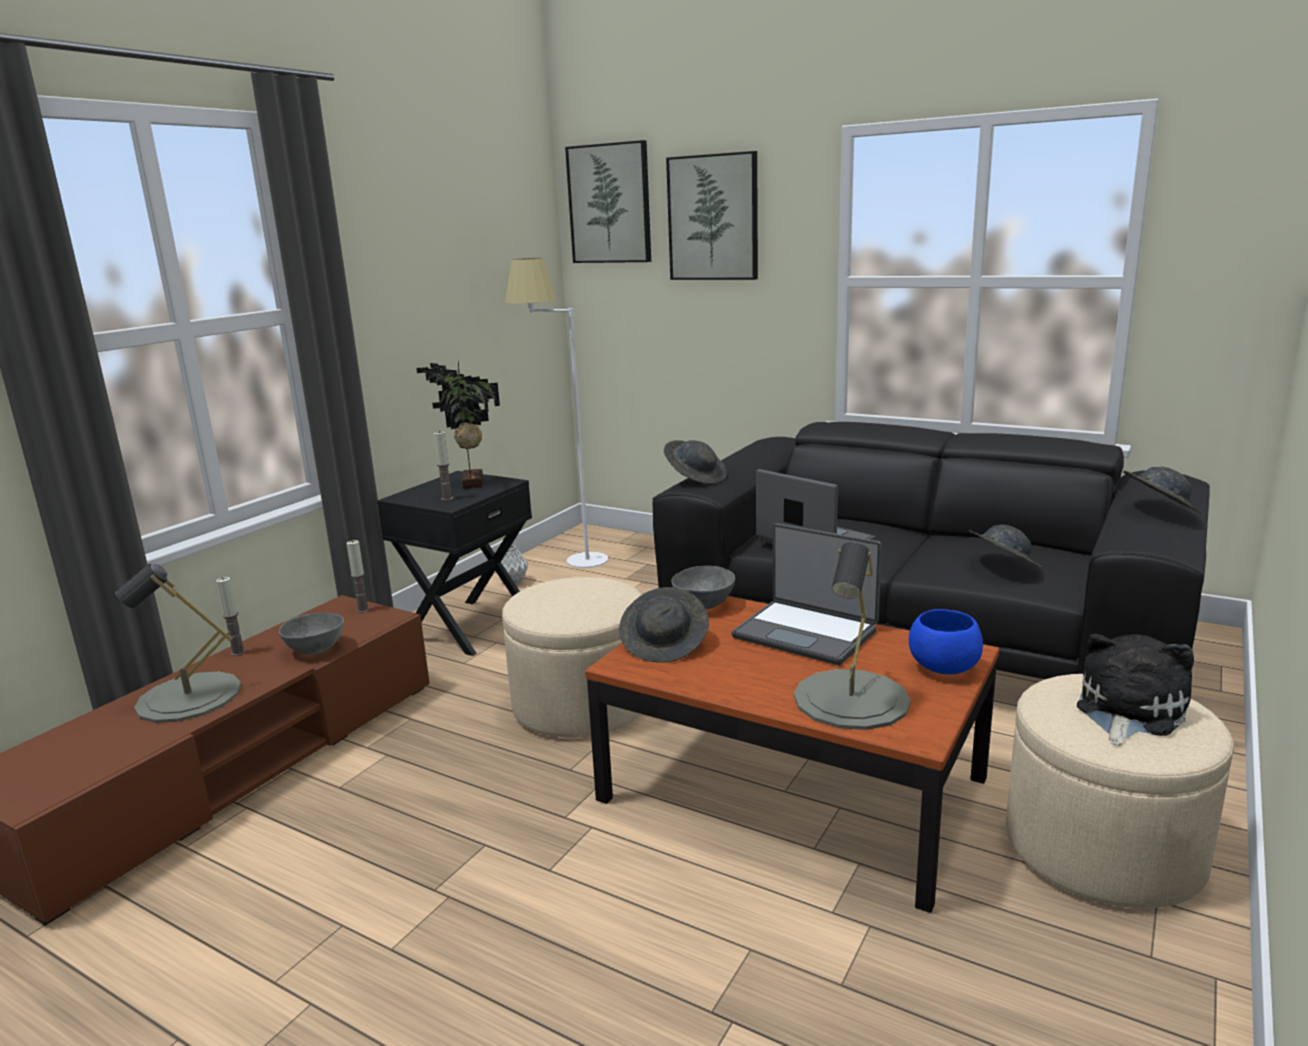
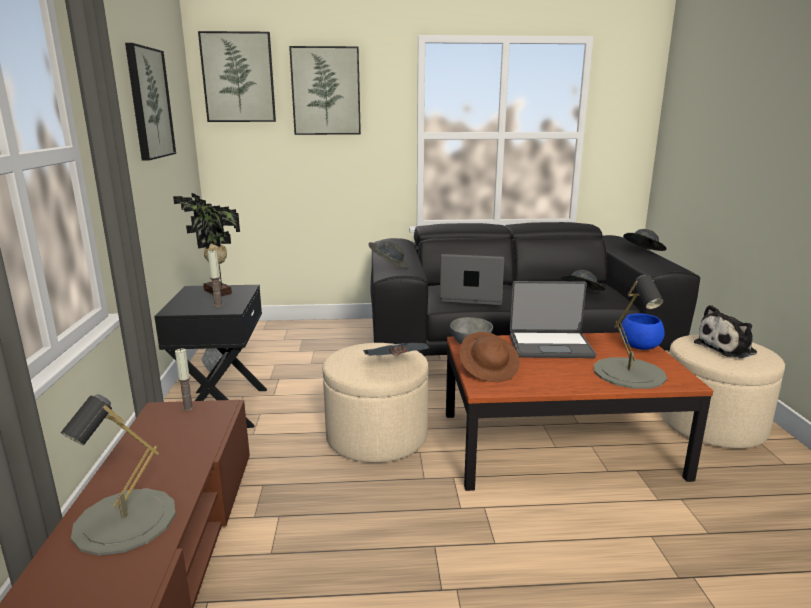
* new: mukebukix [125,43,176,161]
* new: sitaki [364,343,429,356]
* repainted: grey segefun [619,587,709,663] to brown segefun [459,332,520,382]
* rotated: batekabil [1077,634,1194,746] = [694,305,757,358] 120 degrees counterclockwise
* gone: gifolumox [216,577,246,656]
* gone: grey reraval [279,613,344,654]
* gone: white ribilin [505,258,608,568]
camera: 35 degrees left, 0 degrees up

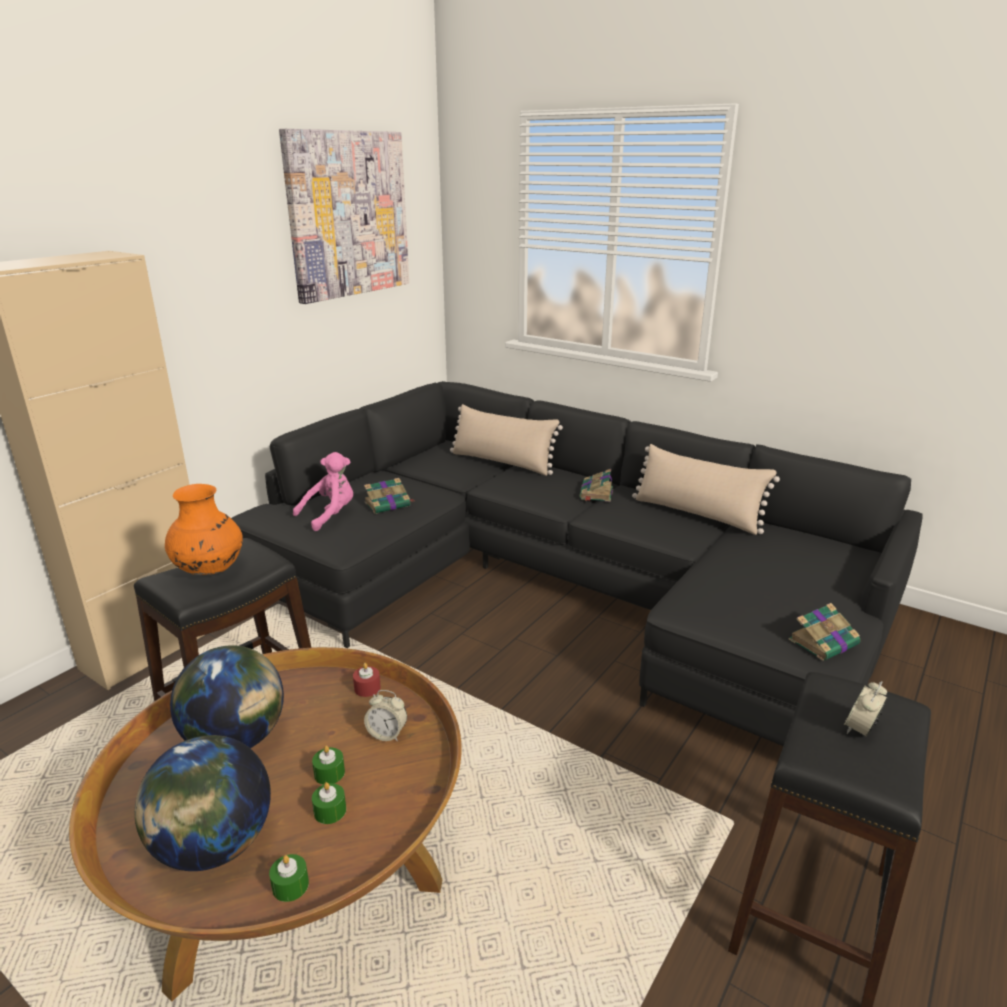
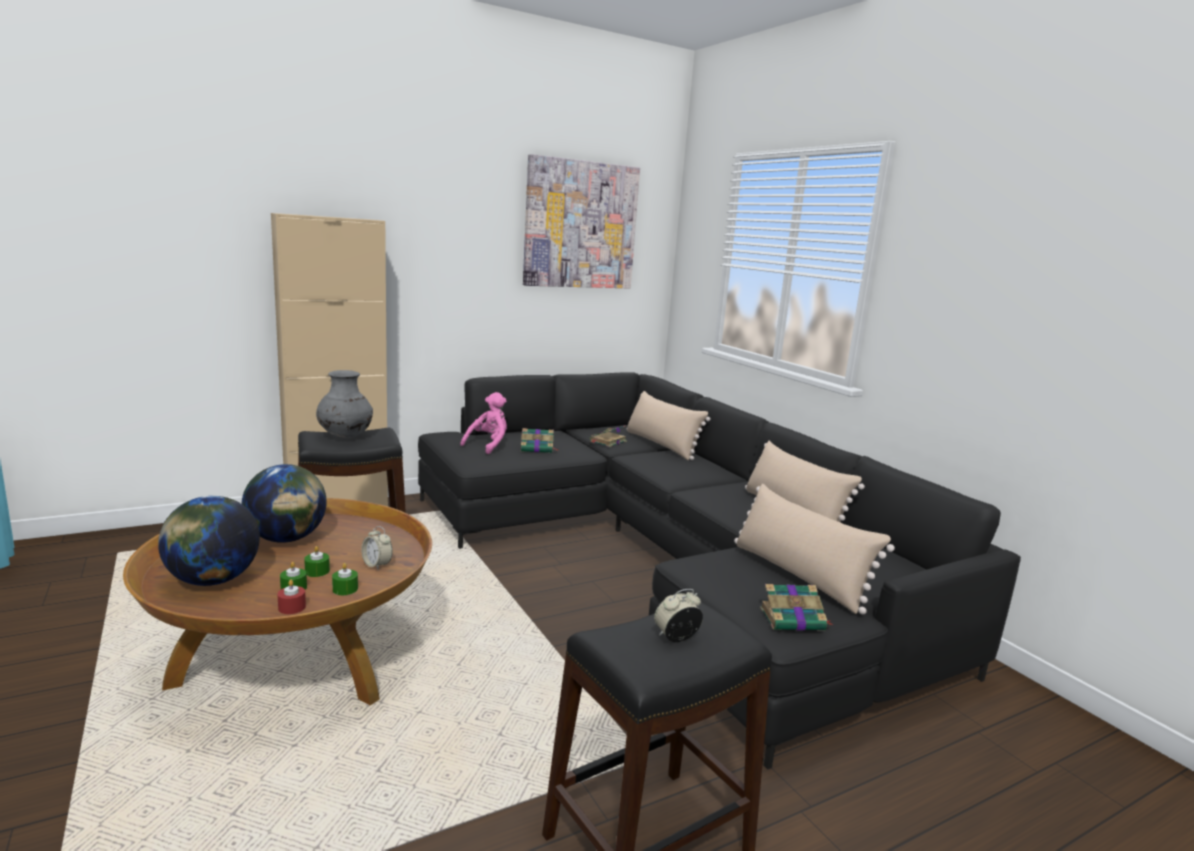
* shifted: red gifolumox [353,663,381,697] to [277,580,306,614]
* repainted: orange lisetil [165,484,243,575] to grey lisetil [316,370,373,438]
* shifted: green gifolumox [269,854,309,902] to [332,563,358,595]
* rotated: pink batekabil [293,452,353,531] = [460,392,507,454] 45 degrees counterclockwise
* shifted: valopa [580,469,613,502] to [590,425,627,447]
* new: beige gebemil [734,484,895,614]
camera: 25 degrees right, 10 degrees down

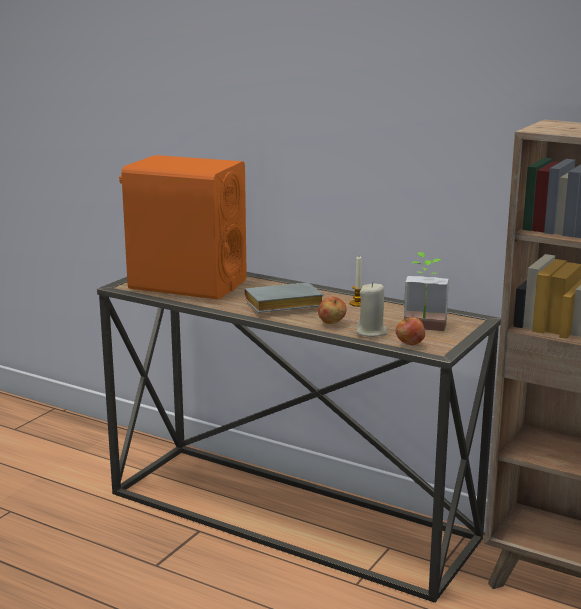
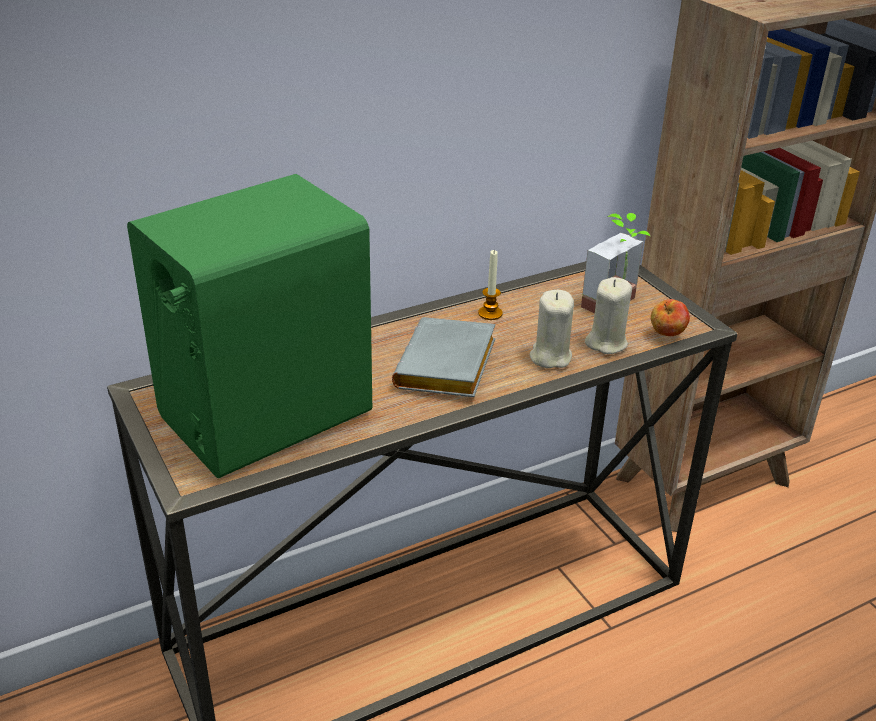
* repainted: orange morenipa [119,155,247,300] to green morenipa [127,174,372,478]
* swapped: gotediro [318,296,347,324] to beige gifolumox [530,290,574,368]
camera: 60 degrees left, 15 degrees up

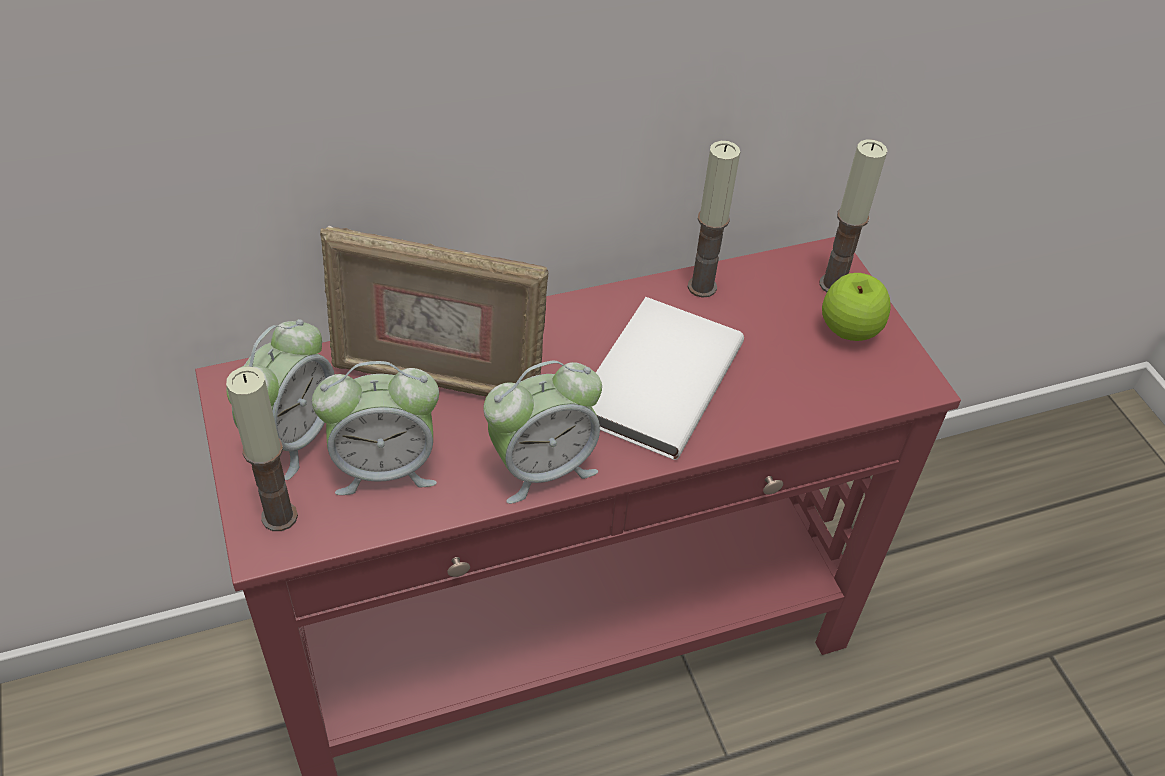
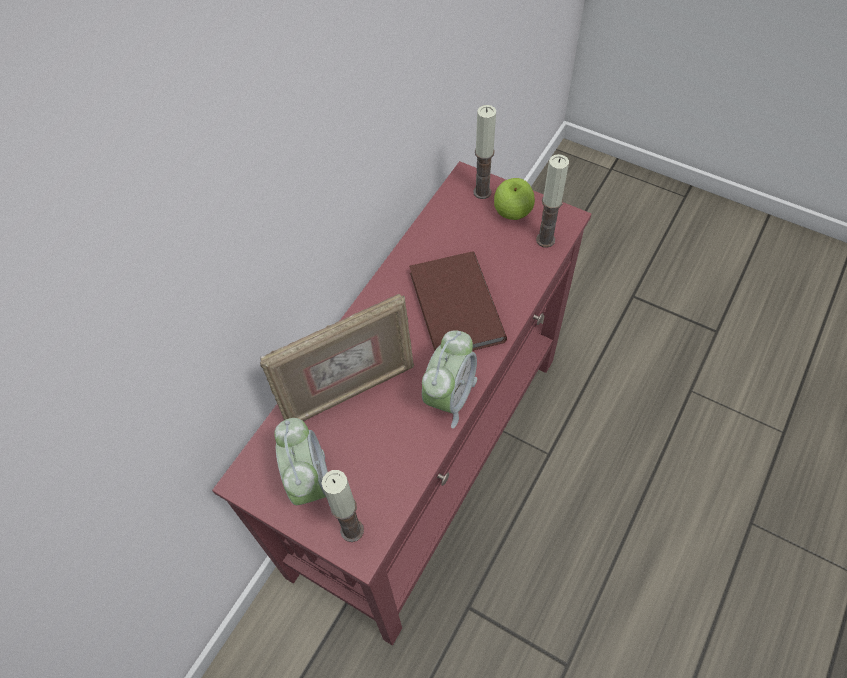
* repainted: white valopa [591,297,744,460] to brown valopa [409,251,507,351]
* shifted: gifolumox [688,141,740,298] to [536,154,569,247]
* gone: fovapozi [312,361,439,495]
camera: 35 degrees left, 10 degrees up

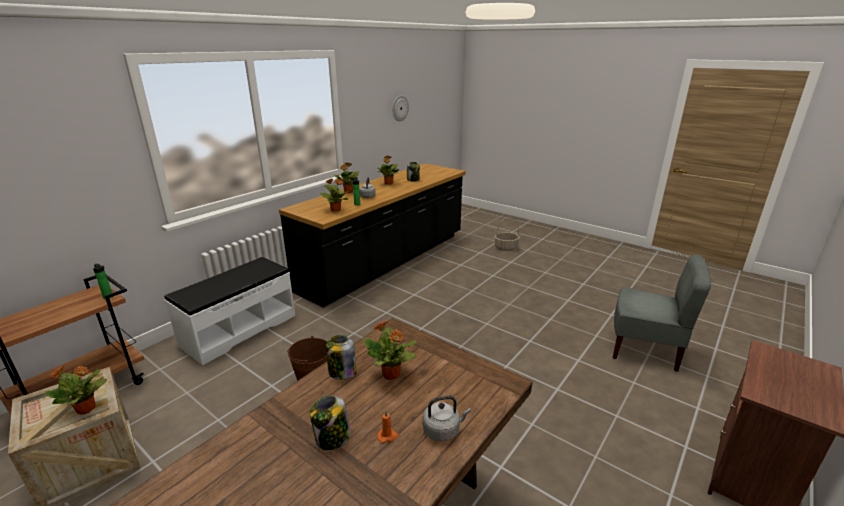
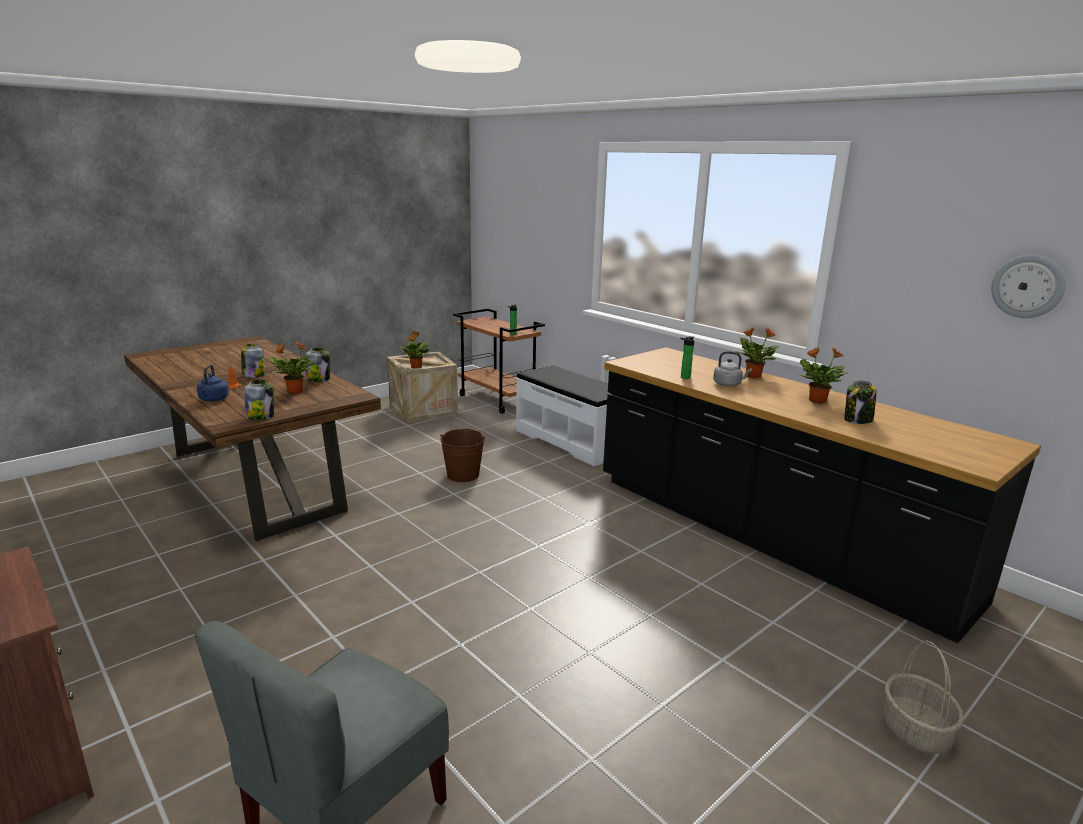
* repainted: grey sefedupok [423,396,471,442] to blue sefedupok [197,365,229,401]
* new: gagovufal [244,379,274,420]
* gone: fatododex [320,178,348,212]
camera: 100 degrees right, 5 degrees down

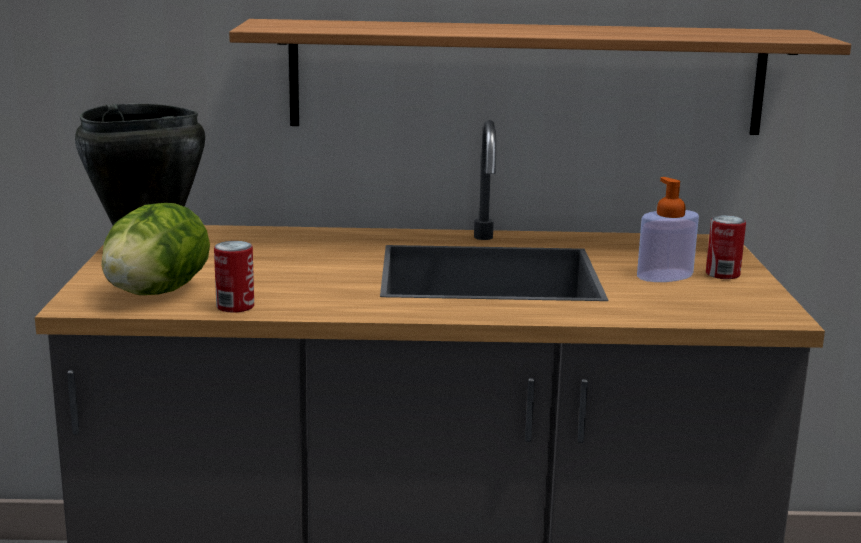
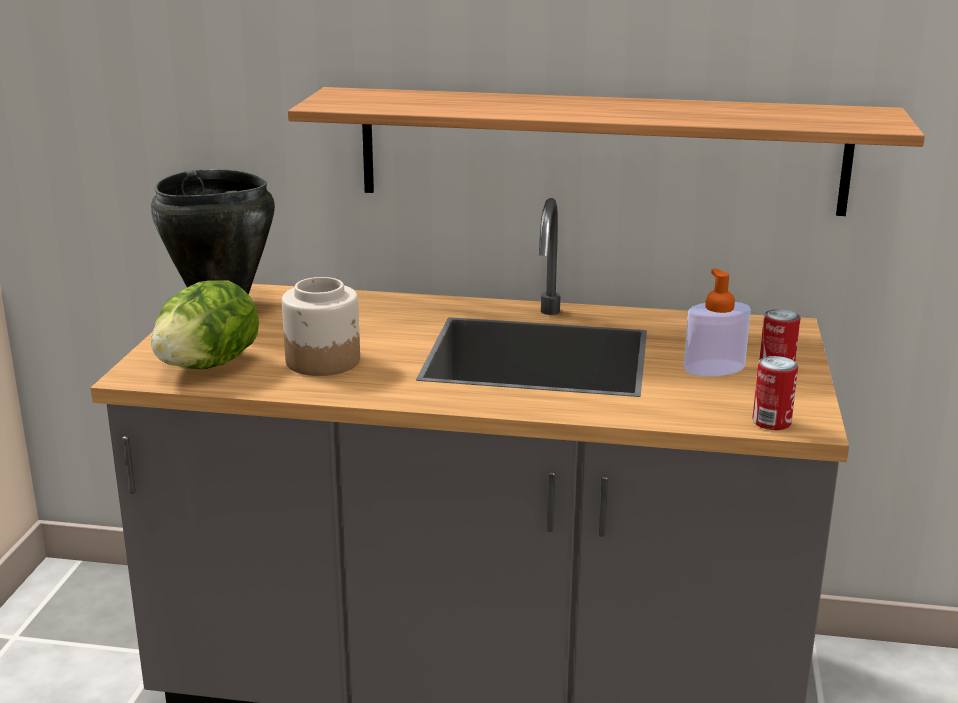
* new: gagovufal [282,277,360,376]
* shifted: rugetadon [214,241,254,313] to [752,356,798,430]
camera: 10 degrees right, 5 degrees up

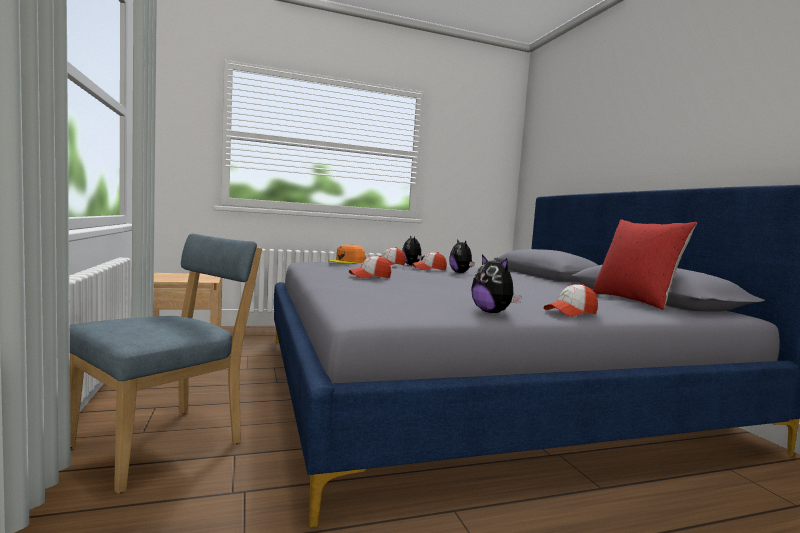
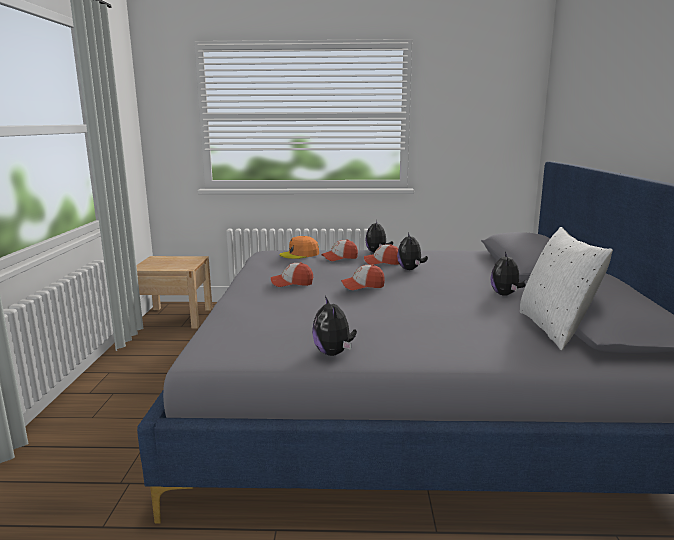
* shifted: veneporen [544,284,598,317] to [341,264,385,290]
* new: batekabil [490,252,526,296]
* repainted: red gebemil [593,219,697,310] to white gebemil [520,227,613,350]
* gone: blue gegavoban [70,234,262,494]
camera: 20 degrees right, 10 degrees up

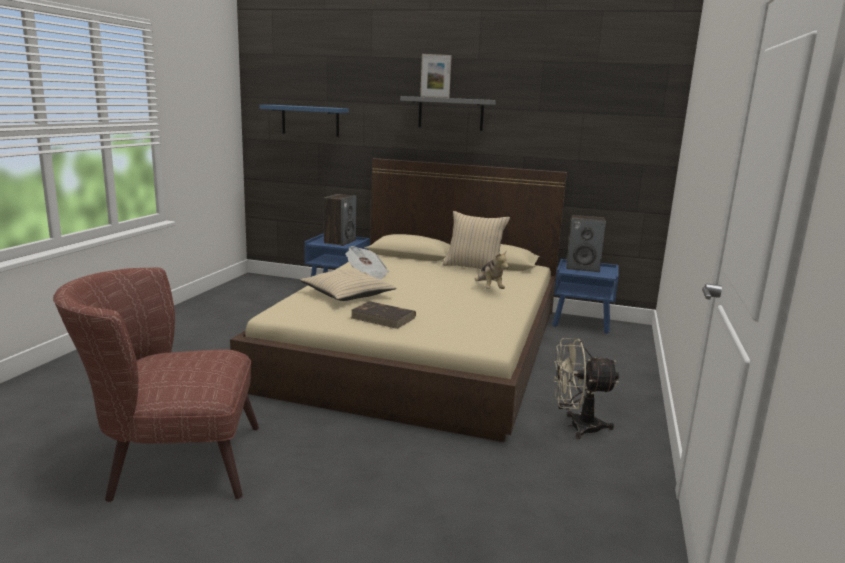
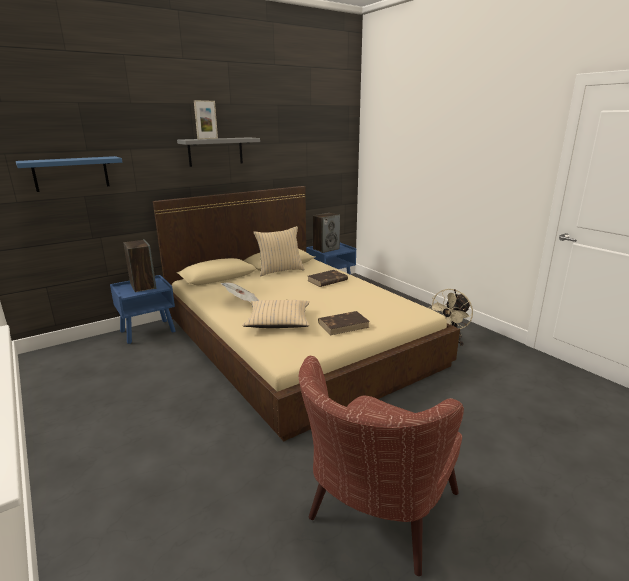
* swapped: batekabil [475,250,509,289] to brown valopa [308,270,348,287]
camera: 50 degrees left, 5 degrees up

